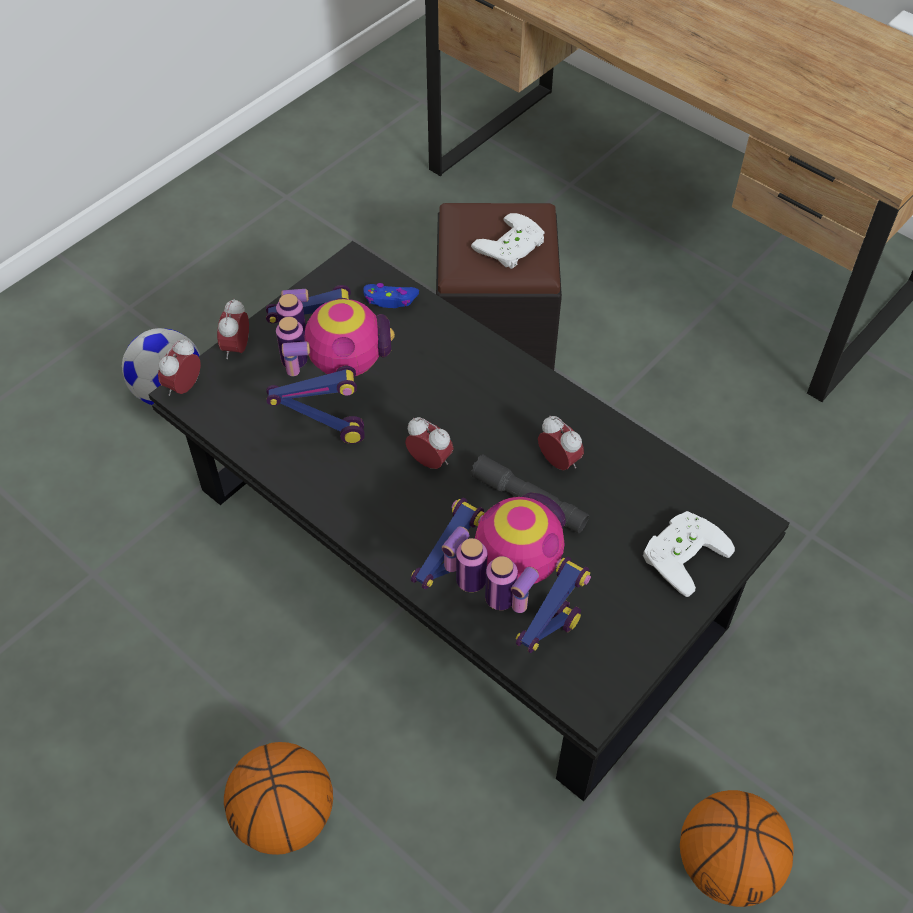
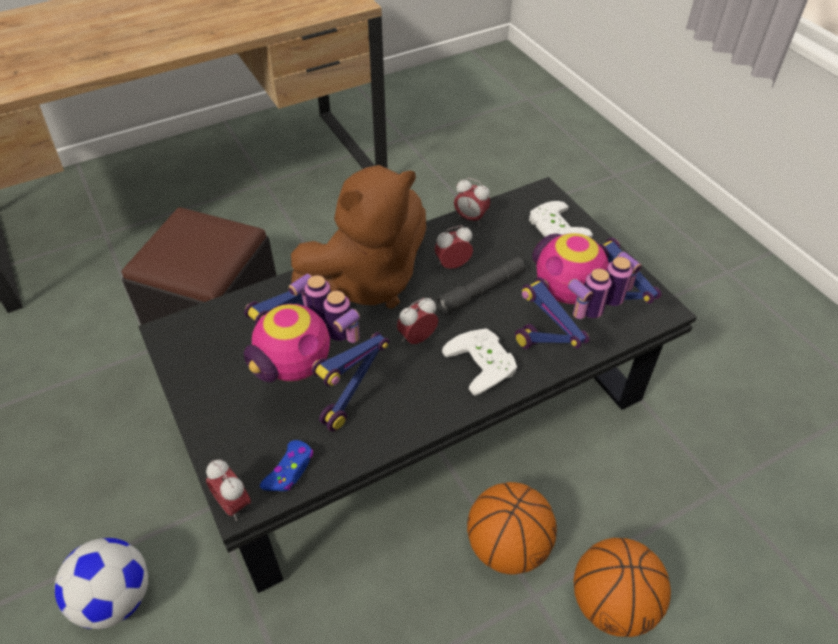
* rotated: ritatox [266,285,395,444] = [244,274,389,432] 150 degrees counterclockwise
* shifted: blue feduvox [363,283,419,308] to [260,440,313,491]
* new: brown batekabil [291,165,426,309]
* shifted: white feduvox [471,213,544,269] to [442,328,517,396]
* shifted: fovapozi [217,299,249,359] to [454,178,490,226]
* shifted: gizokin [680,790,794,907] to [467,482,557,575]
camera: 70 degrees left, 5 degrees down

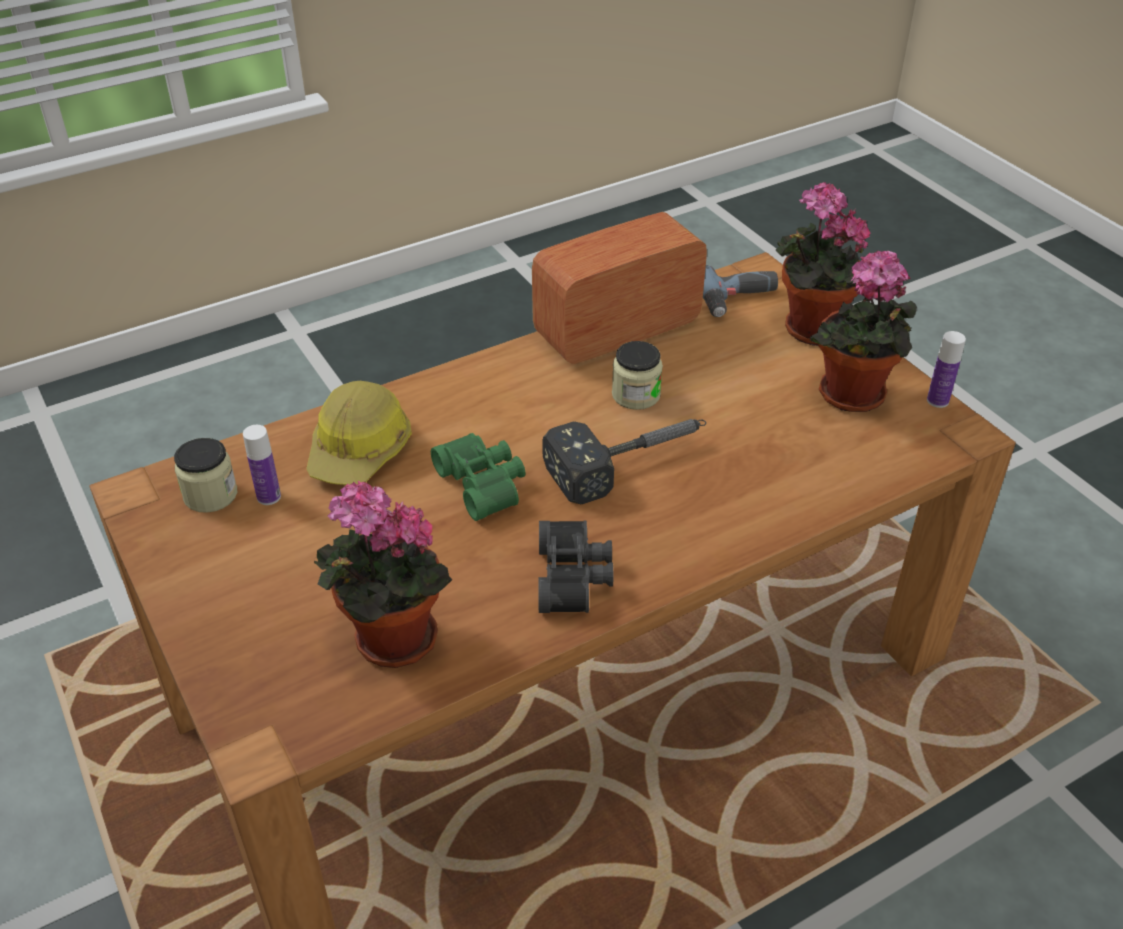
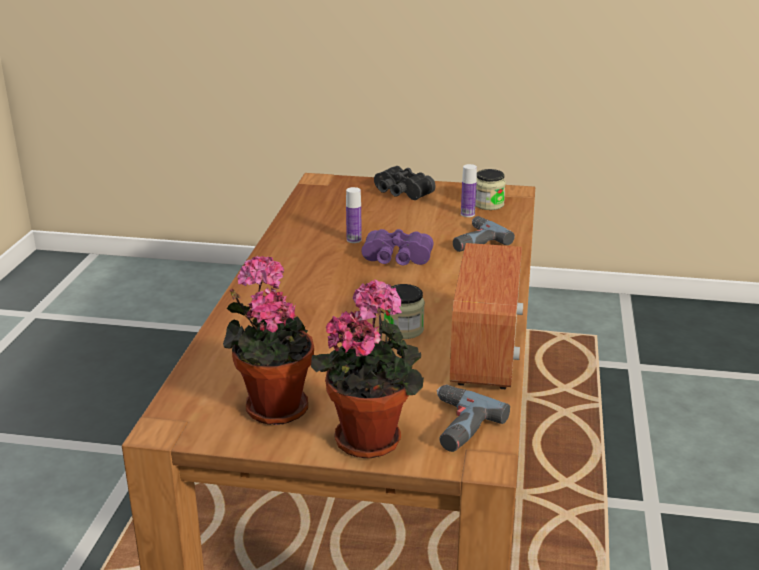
* shifted: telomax [927,331,966,408] to [346,187,362,243]
* repainted: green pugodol [431,433,525,521] to purple pugodol [361,229,434,265]
* shifted: black pugodol [538,520,613,613] to [374,166,436,200]
* swapped: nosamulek [306,381,412,485] to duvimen [453,216,515,252]
* gone: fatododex [314,481,452,668]
* gone: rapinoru [542,419,706,504]
camera: 130 degrees right, 15 degrees down

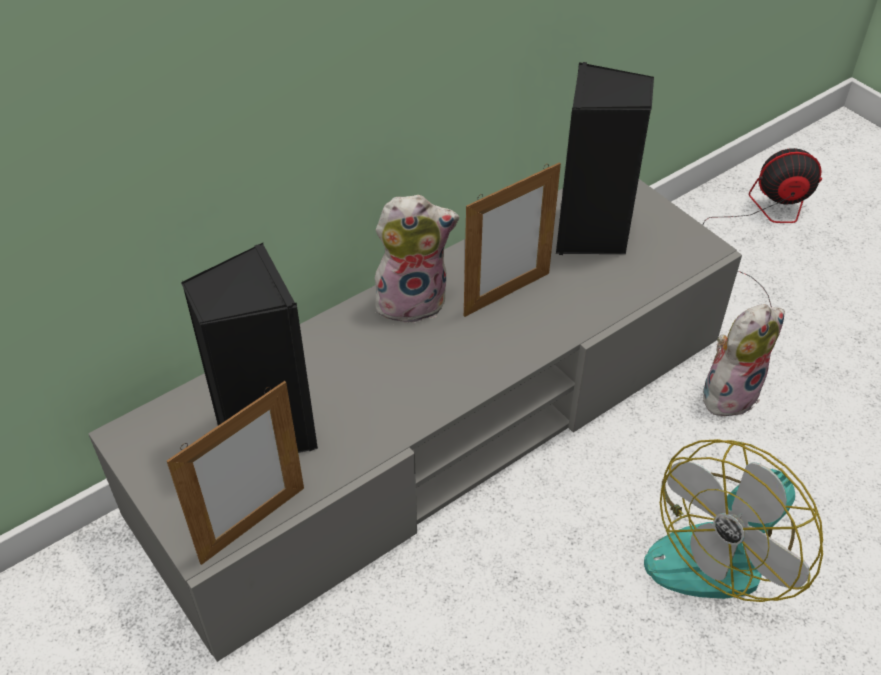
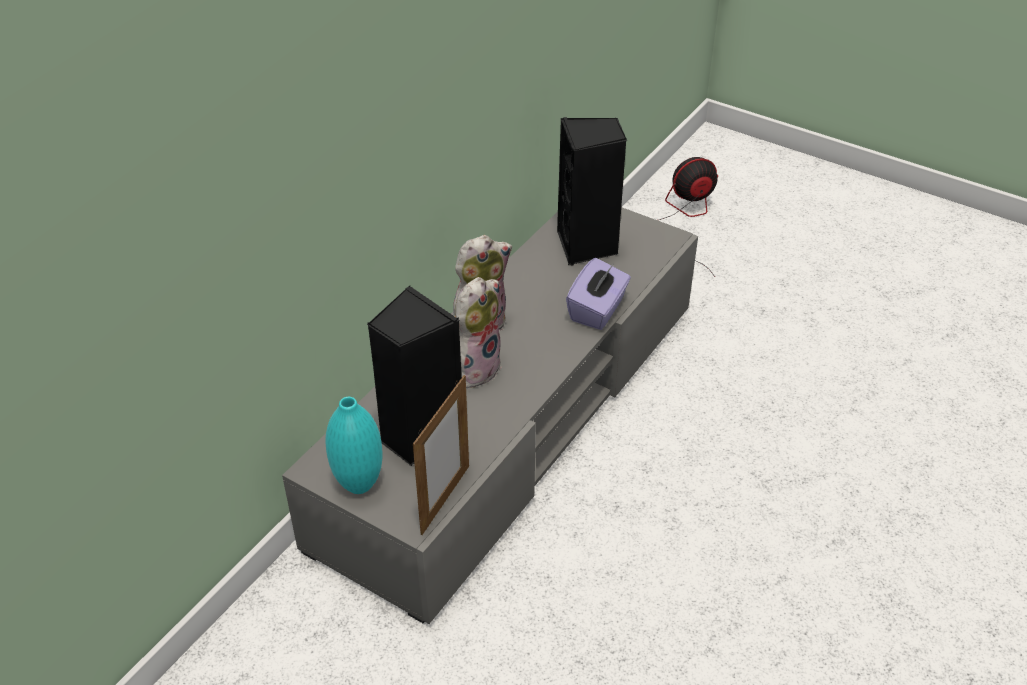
* new: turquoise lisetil [325,397,383,494]
* shifted: batekabil [703,304,785,420] to [455,277,502,388]
* new: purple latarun [566,258,631,330]
* gone: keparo [464,162,561,317]
* gone: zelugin [644,439,823,602]
camera: 20 degrees left, 5 degrees down

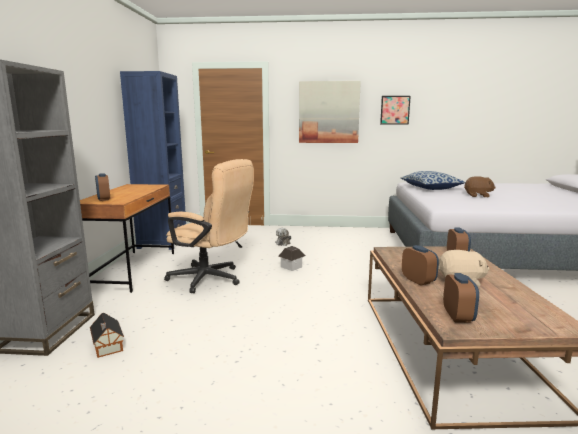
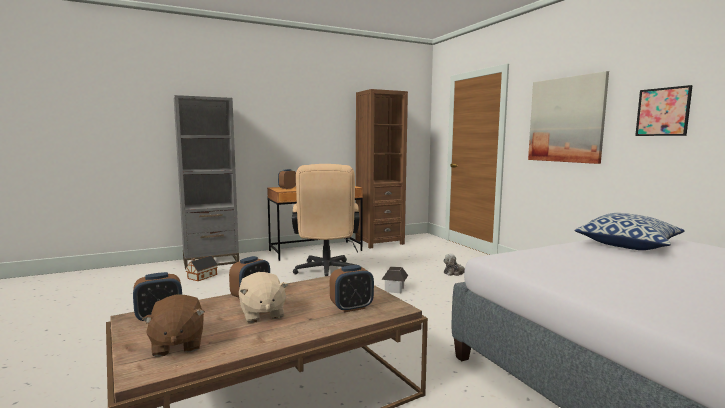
* shifted: brown batekabil [464,176,496,197] to [142,294,205,357]
* repainted: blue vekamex [120,71,186,250] to brown vekamex [356,89,408,248]
camera: 60 degrees right, 5 degrees down

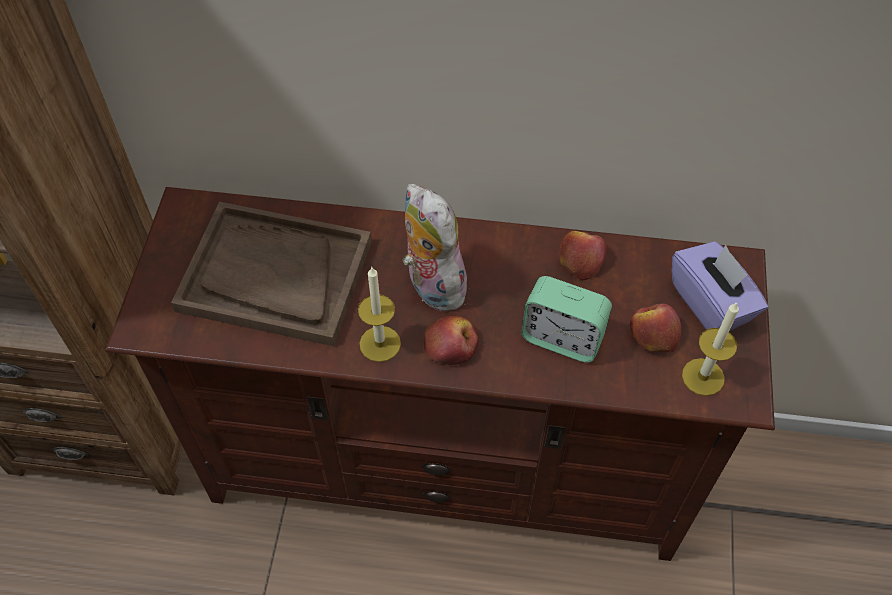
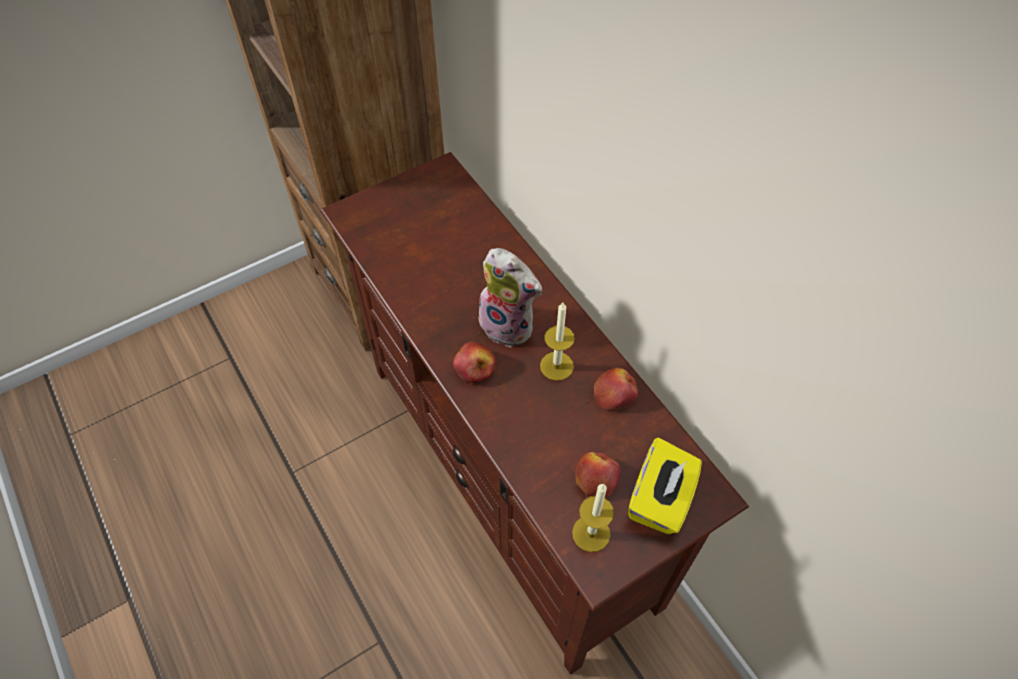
* rotated: batekabil [403,184,467,311] = [478,248,542,348] 105 degrees clockwise
* shifted: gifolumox [358,267,401,362] to [540,302,575,381]
* repainted: purple latarun [672,241,768,331] to yellow latarun [628,438,702,534]
* gone: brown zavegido [171,202,372,346]
* gone: fovapozi [521,276,612,363]
camera: 50 degrees right, 0 degrees up

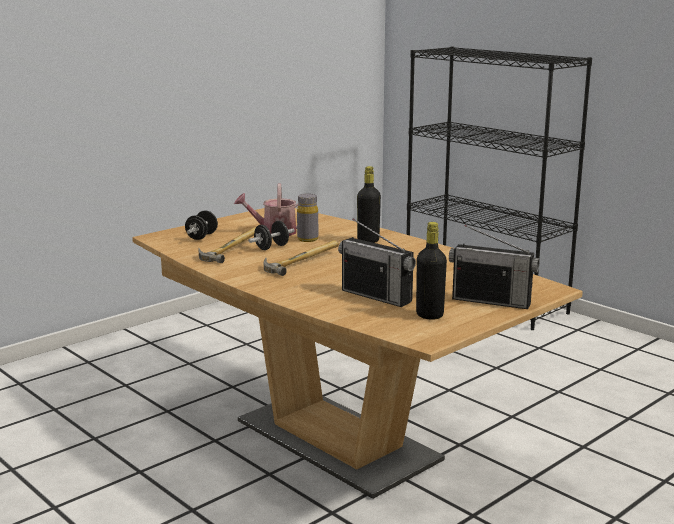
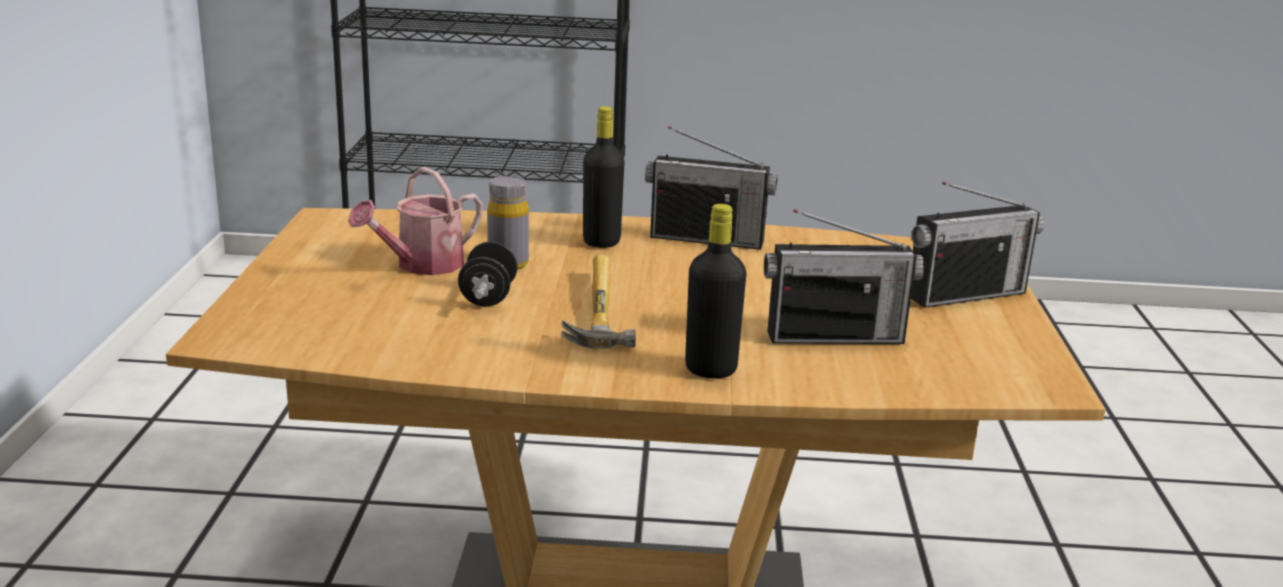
* new: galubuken [645,126,777,250]
* shifted: black telomax [416,222,447,320] to [685,204,747,378]
* gone: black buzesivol [185,210,218,240]
* gone: rapinoru [198,227,256,263]
camera: 45 degrees left, 5 degrees up

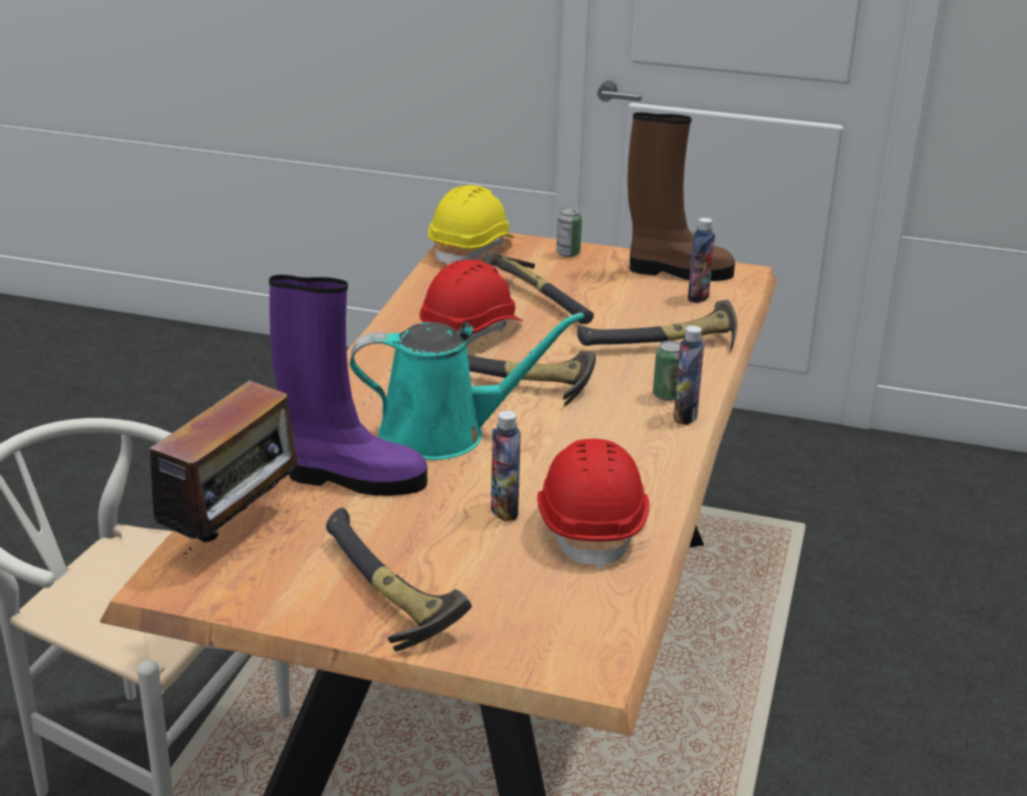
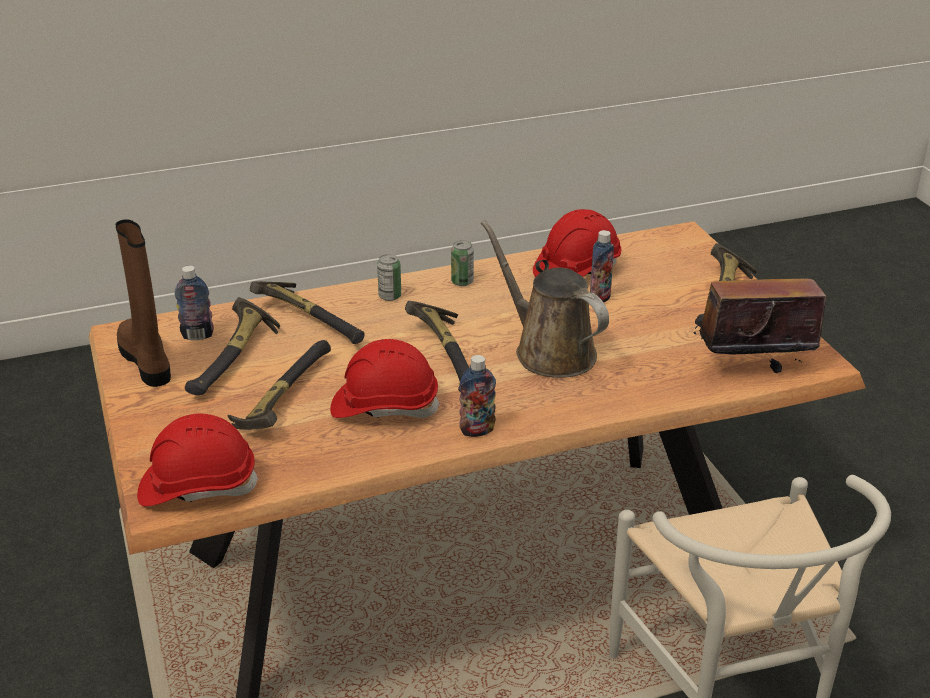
* repainted: yellow nosamulek [428,185,515,265] to red nosamulek [137,413,259,506]
* new: rapinoru [185,297,280,395]
* shifted: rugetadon [556,207,582,257] to [451,240,474,286]
* shifted: telomax [673,326,704,425] to [459,355,496,437]
* repainted: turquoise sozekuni [350,312,584,460] to brown sozekuni [481,220,609,378]
* gone: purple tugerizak [269,275,427,496]
camera: 125 degrees left, 5 degrees up

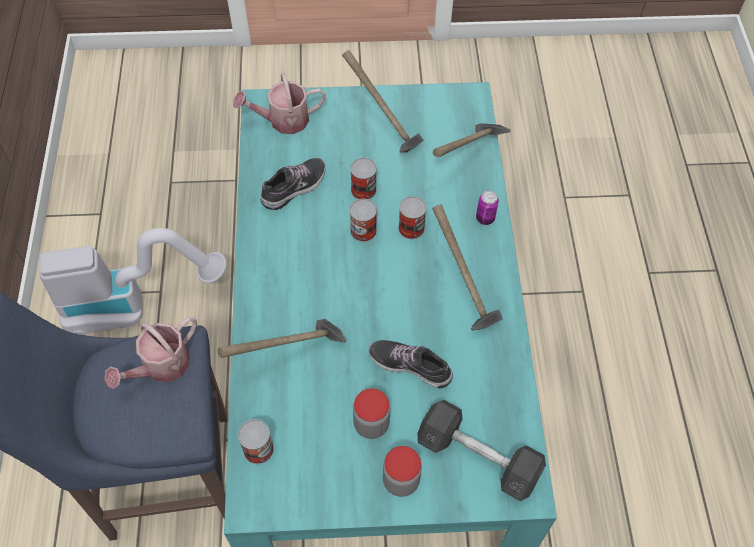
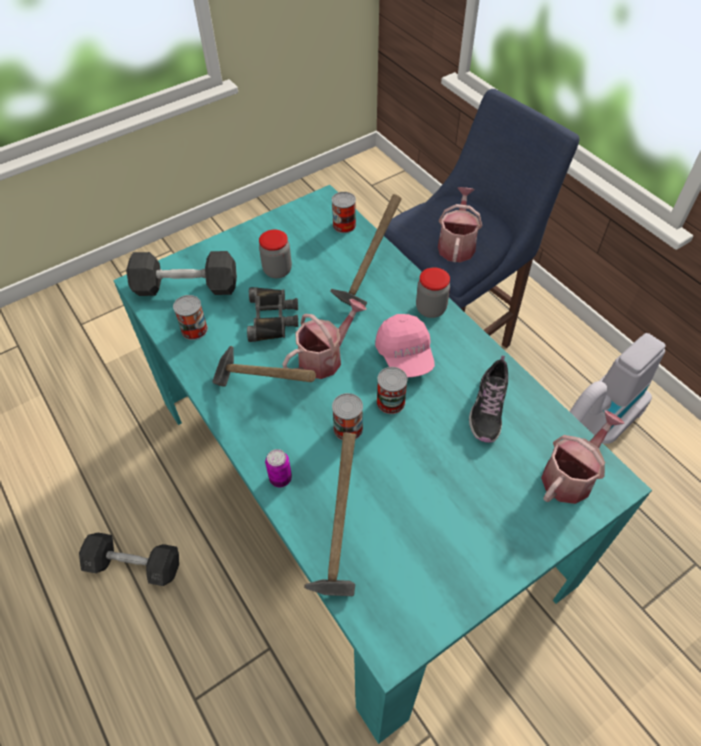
* new: grey buzesivol [79,533,179,586]
* shifted: rugetadon [350,158,377,199] to [173,295,208,340]
* swapped: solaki [369,340,453,388] to black pugodol [247,287,299,342]
* new: sozekuni [282,299,367,379]
* new: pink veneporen [375,314,435,378]
* shifted: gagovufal [383,446,422,497] to [416,267,450,318]
* gone: rapinoru [342,50,424,153]
camera: 150 degrees right, 5 degrees down

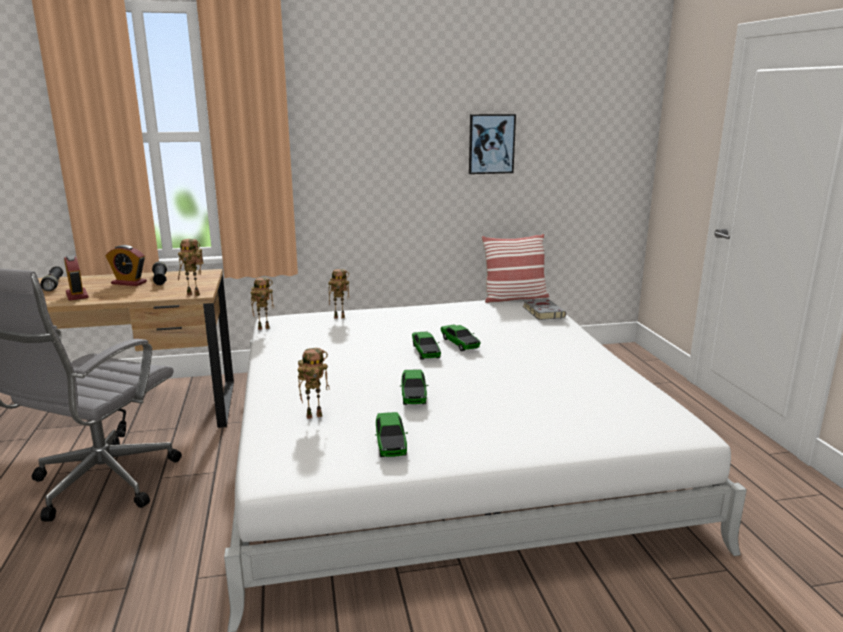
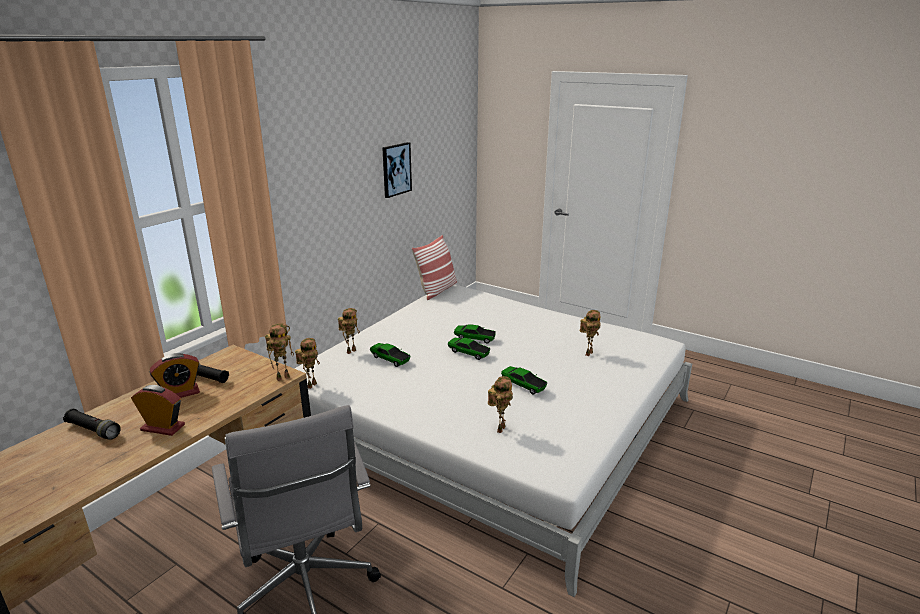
* shifted: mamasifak [375,412,408,457] to [370,343,410,367]
* new: ritatox [580,310,600,356]
* gone: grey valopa [523,298,566,320]
camera: 45 degrees left, 5 degrees up

